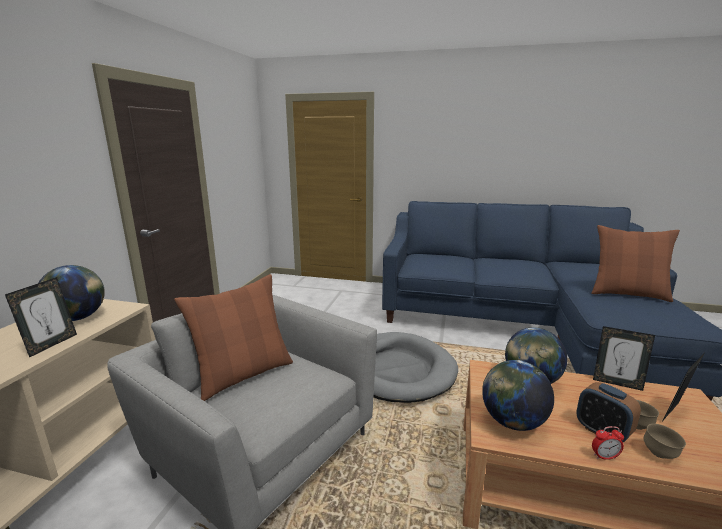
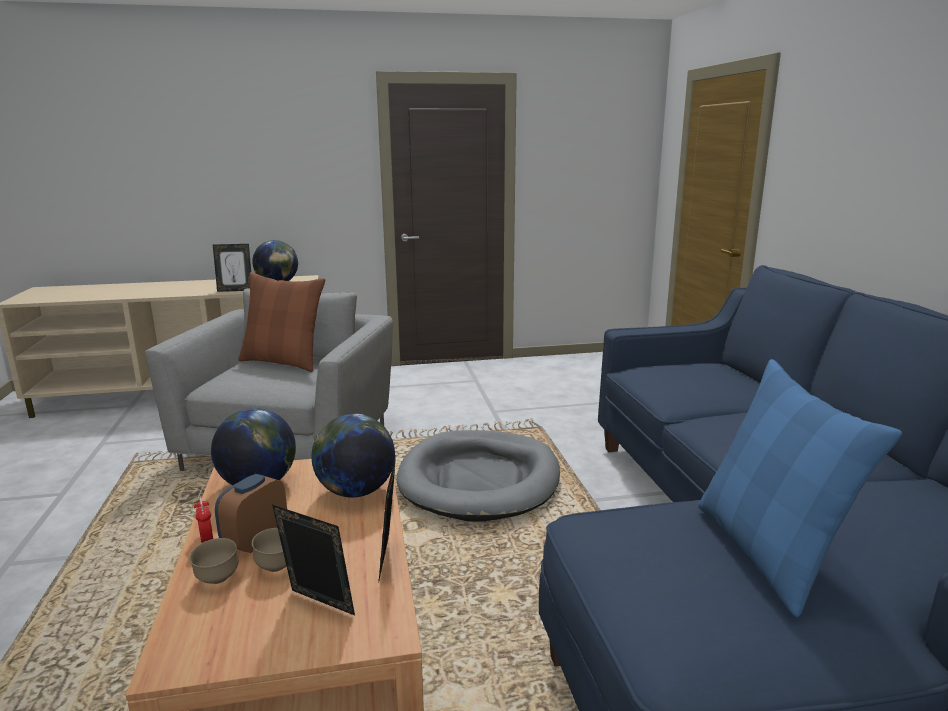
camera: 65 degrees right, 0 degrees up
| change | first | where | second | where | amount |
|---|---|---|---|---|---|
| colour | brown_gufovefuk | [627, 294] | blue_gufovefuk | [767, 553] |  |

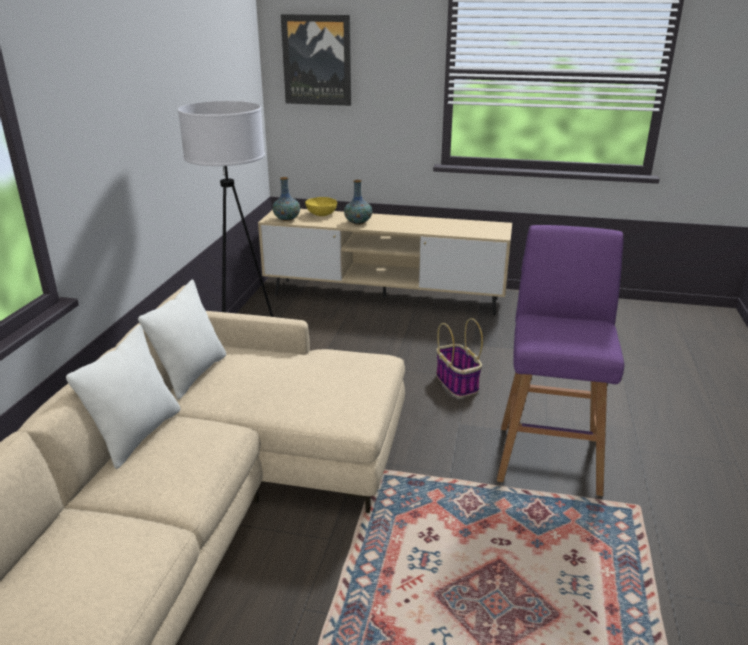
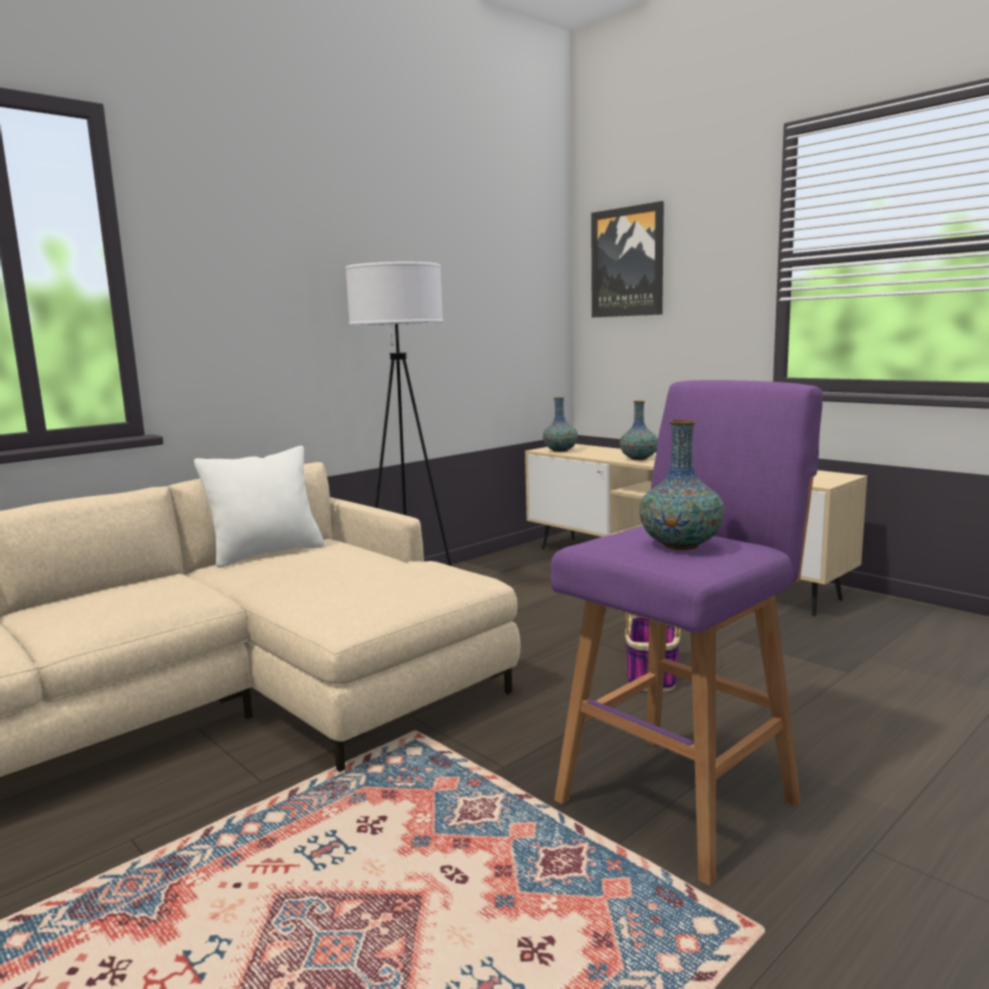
camera: 35 degrees right, 15 degrees down
| change | first | where | second | where | amount |
|---|---|---|---|---|---|
| missing | white_gufovefuk | [137, 435] |  |  |  |
| missing | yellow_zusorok | [321, 214] |  |  |  |
| appeared |  |  | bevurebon | [680, 545] |  |

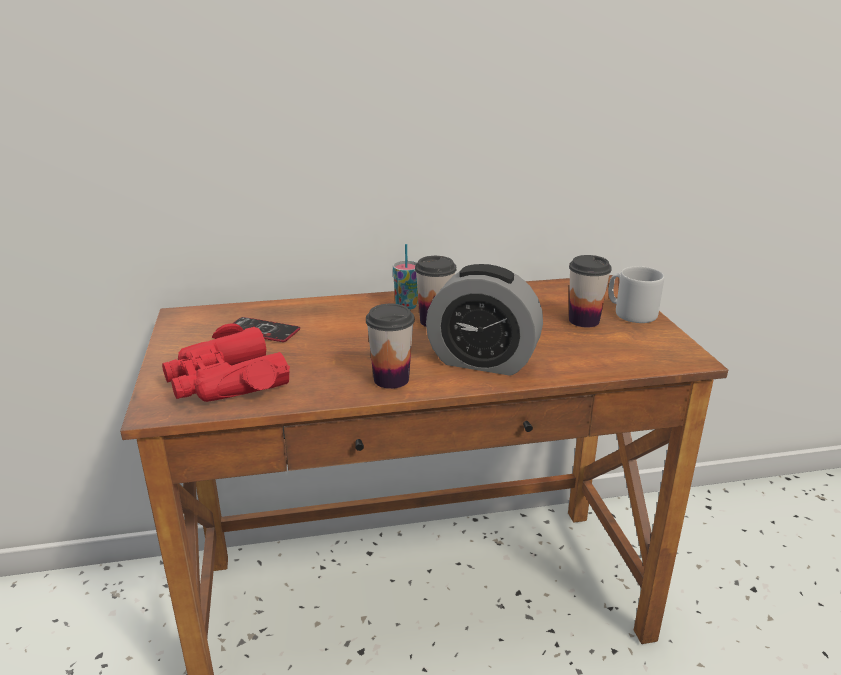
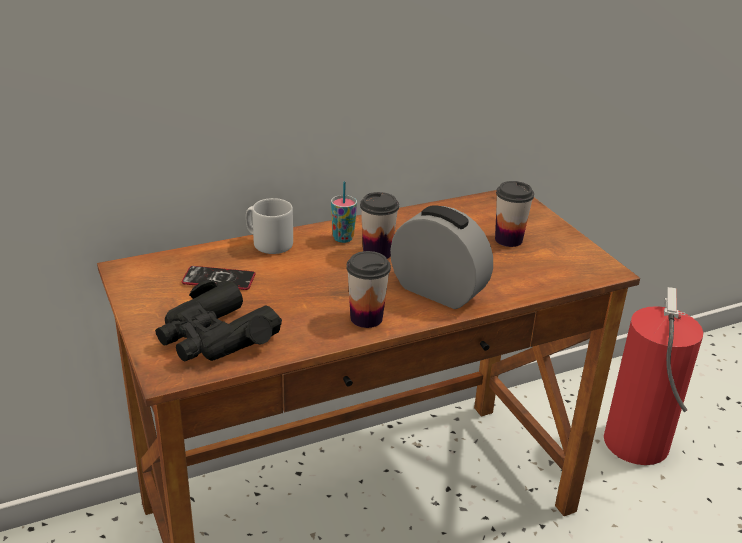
camera: 15 degrees left, 5 degrees up
| change | first | where | second | where | amount |
|---|---|---|---|---|---|
| appeared |  |  | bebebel | [636, 444] |  |
| relocated | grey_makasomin | [630, 313] |  | [268, 243] |  |
| colour | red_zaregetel | [226, 381] | black_zaregetel | [215, 337] |  |
| spun | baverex | [482, 361] |  | [438, 291] | 150 degrees counterclockwise |

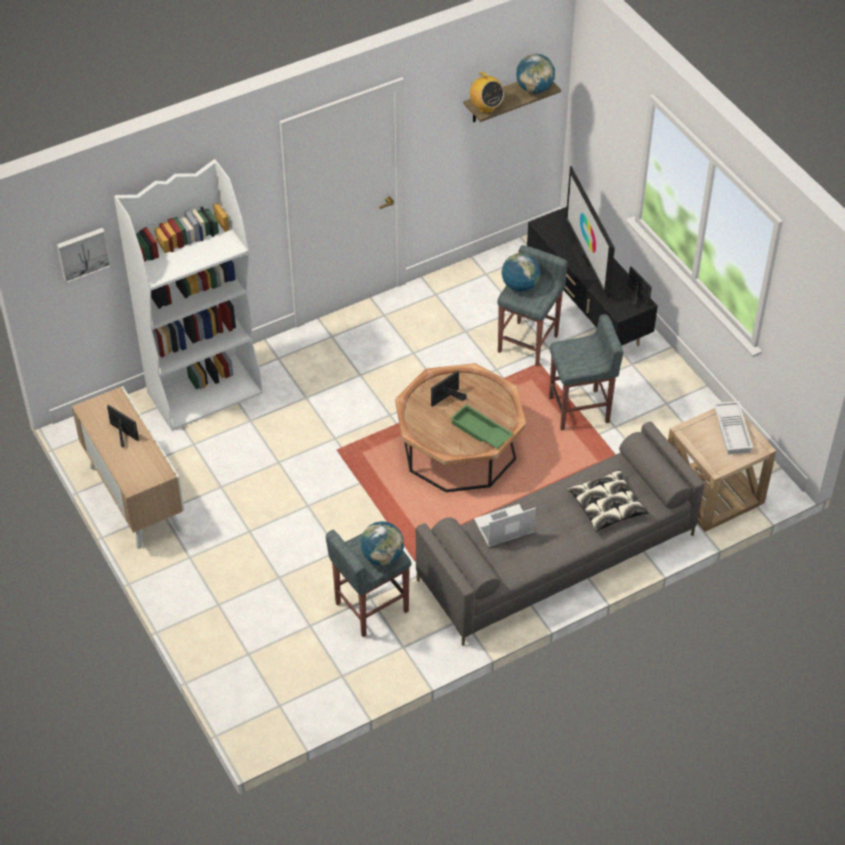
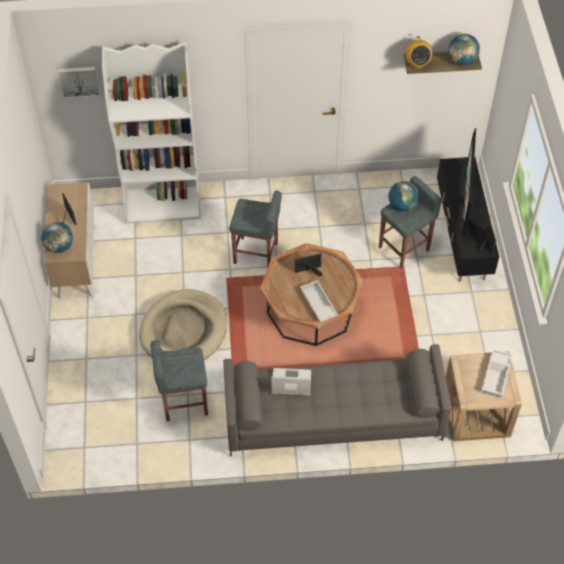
camera: 25 degrees right, 5 degrees up
| change | first | where | second | where | amount |
|---|---|---|---|---|---|
| missing | gufovefuk | [607, 506] |  |  |  |
| appeared |  |  | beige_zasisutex | [184, 330] |  |
| relocated | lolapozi | [382, 556] |  | [59, 247] |  |
| relocated | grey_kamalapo | [580, 410] |  | [256, 254] |  |
| colour | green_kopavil | [480, 431] | white_kopavil | [317, 304] |  |

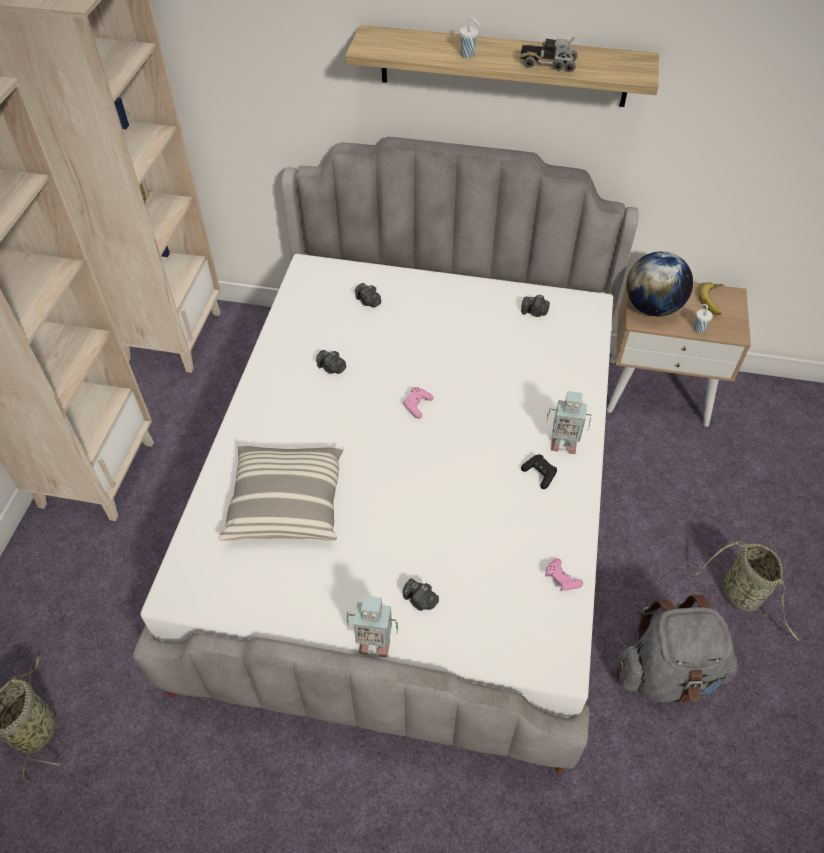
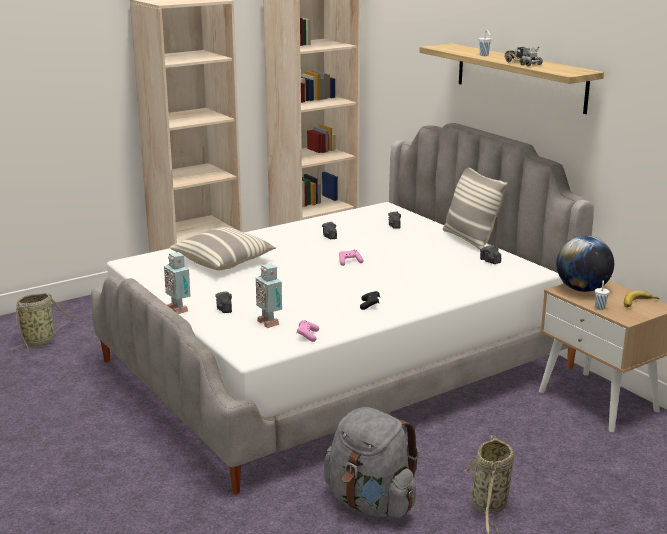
camera: 45 degrees right, 30 degrees down
| change | first | where | second | where | amount |
|---|---|---|---|---|---|
| appeared |  |  | gufovefuk | [470, 240] |  |
| relocated | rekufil | [562, 444] |  | [269, 322] |  |

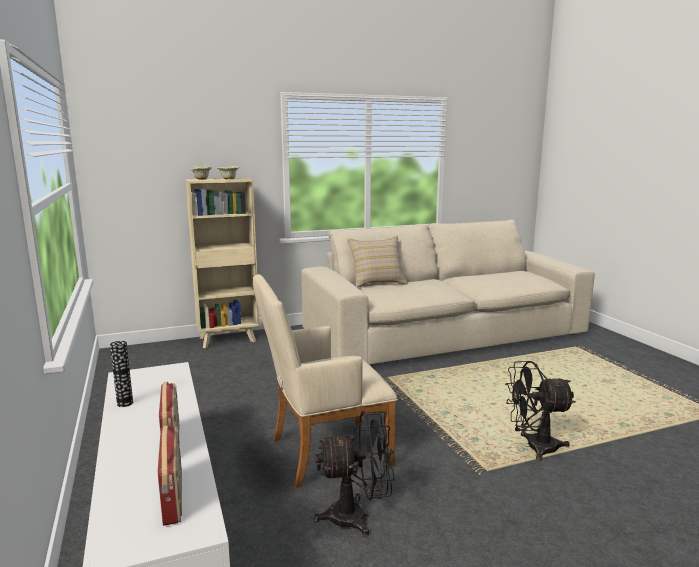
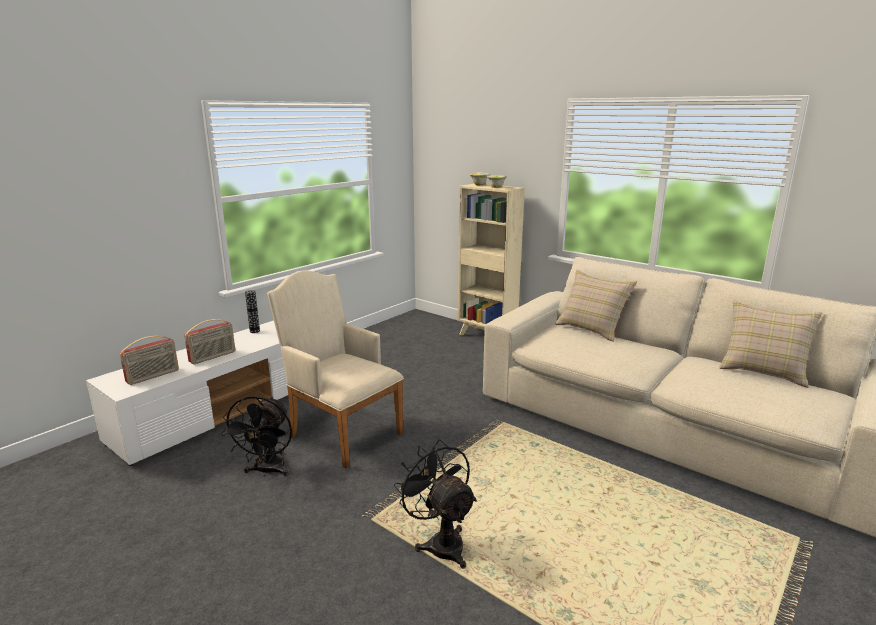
camera: 60 degrees right, 5 degrees up
| change | first | where | second | where | amount |
|---|---|---|---|---|---|
| appeared |  |  | beige_gufovefuk | [763, 370] |  |
| spun | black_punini | [357, 517] |  | [267, 471] | 45 degrees clockwise |

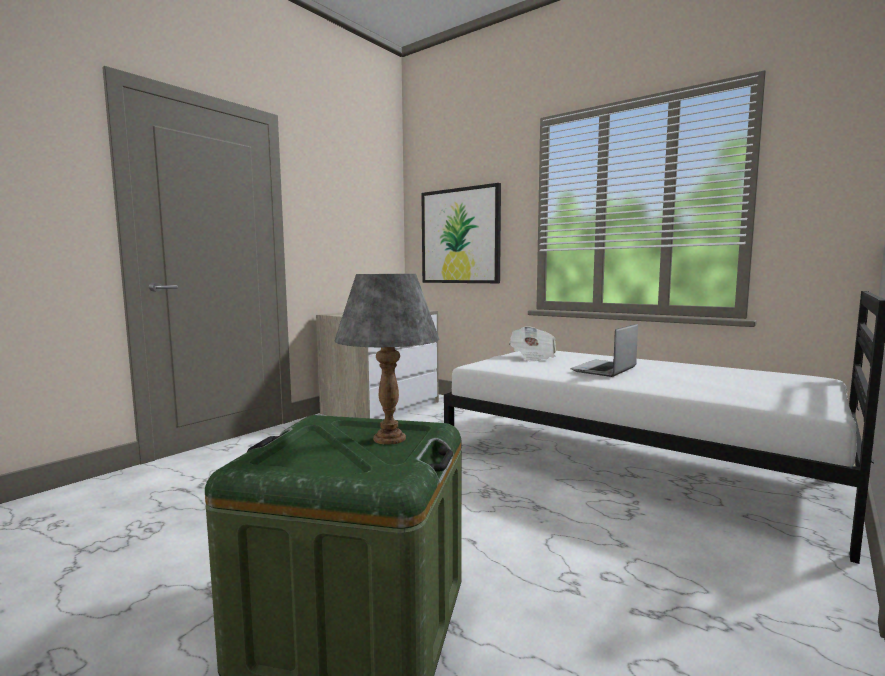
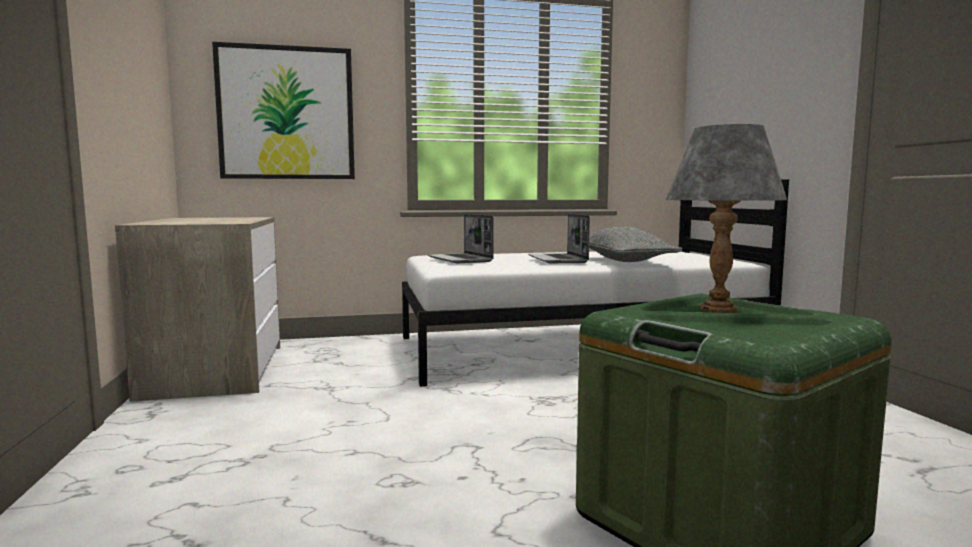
camera: 50 degrees left, 0 degrees up
| change | first | where | second | where | amount |
|---|---|---|---|---|---|
| appeared |  |  | grey_gufovefuk | [623, 260] |  |
| exchanged | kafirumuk | [532, 357] | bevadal | [461, 260] |  |

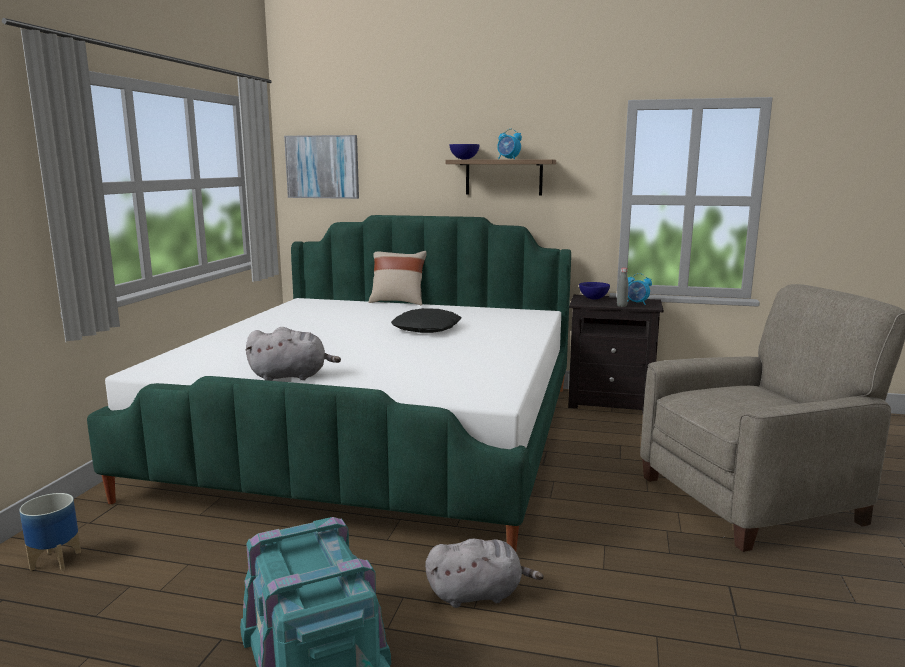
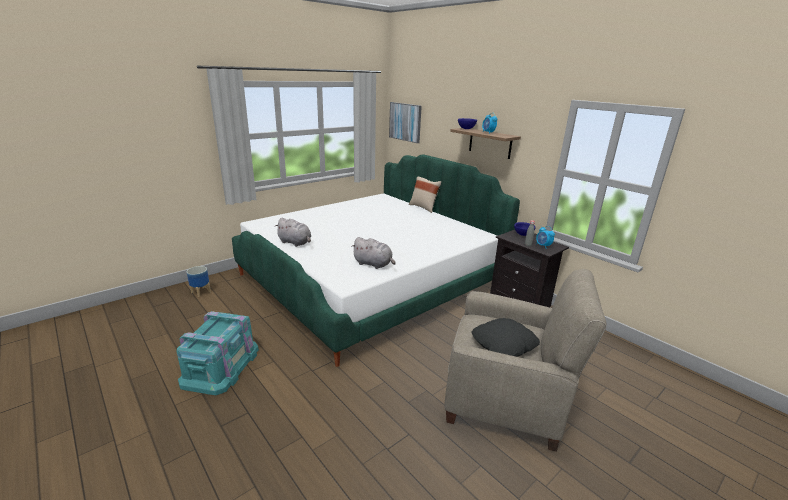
camera: 35 degrees right, 10 degrees up
| change | first | where | second | where | amount |
|---|---|---|---|---|---|
| relocated | black_gufovefuk | [427, 329] |  | [504, 343] |  |
| relocated | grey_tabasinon | [478, 594] |  | [374, 264] |  |

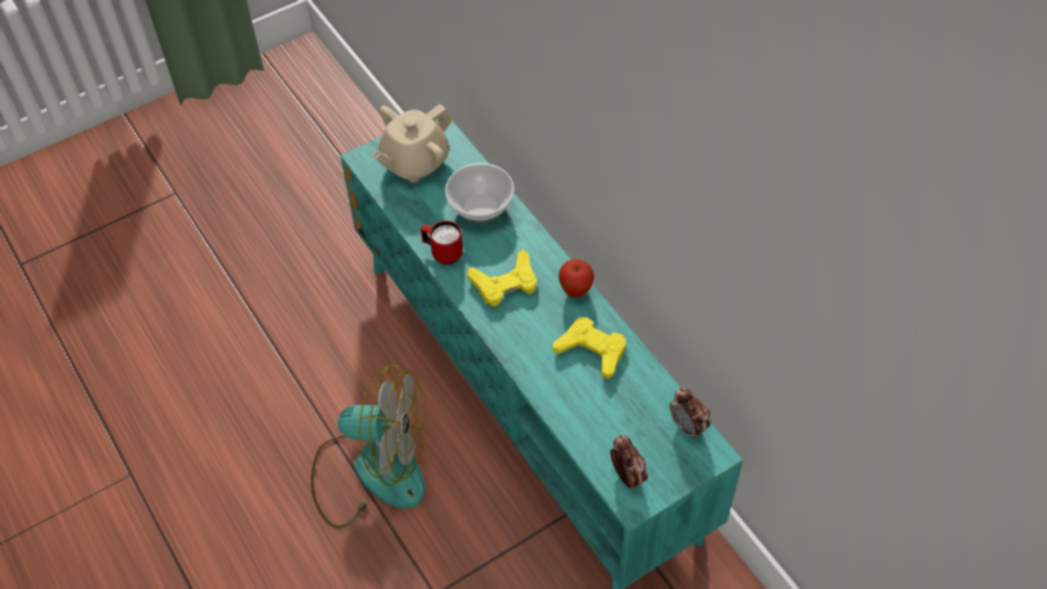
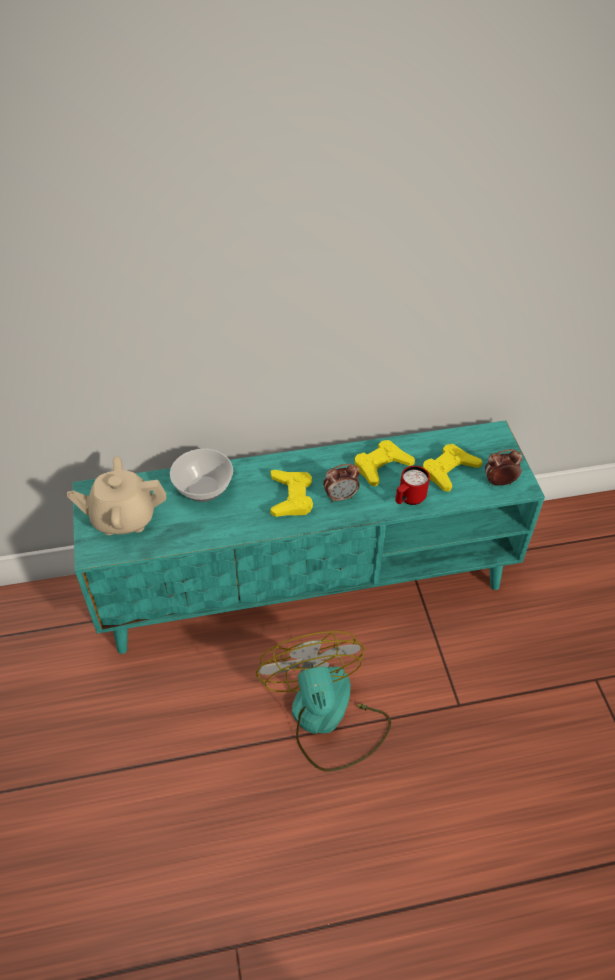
camera: 70 degrees left, 5 degrees down
| change | first | where | second | where | amount |
|---|---|---|---|---|---|
| missing | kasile | [575, 291] |  |  |  |
| appeared |  |  | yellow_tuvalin | [449, 470] |  |
| relocated | red_makasomin | [442, 253] |  | [408, 499] |  |
| relocated | baverex | [688, 426] |  | [341, 496] |  |
| spun | punini | [371, 470] |  | [327, 717] | 45 degrees counterclockwise |
| spun | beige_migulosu | [414, 162] |  | [123, 518] | 105 degrees clockwise |

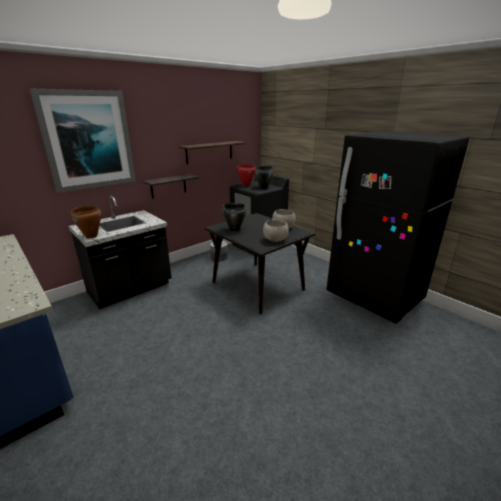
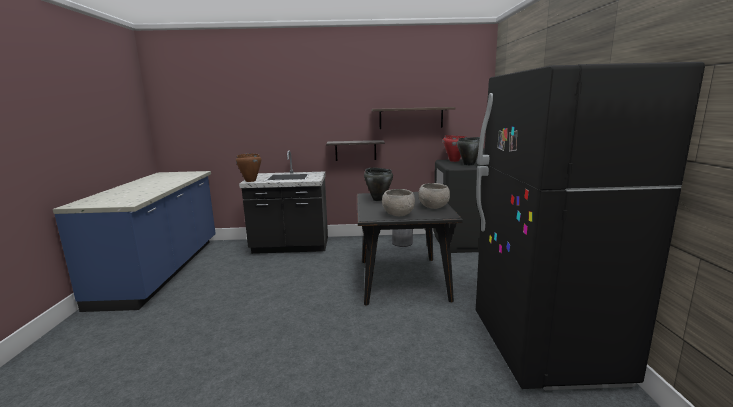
camera: 40 degrees right, 10 degrees down
| change | first | where | second | where | amount |
|---|---|---|---|---|---|
| missing | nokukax | [88, 140] |  |  |  |

